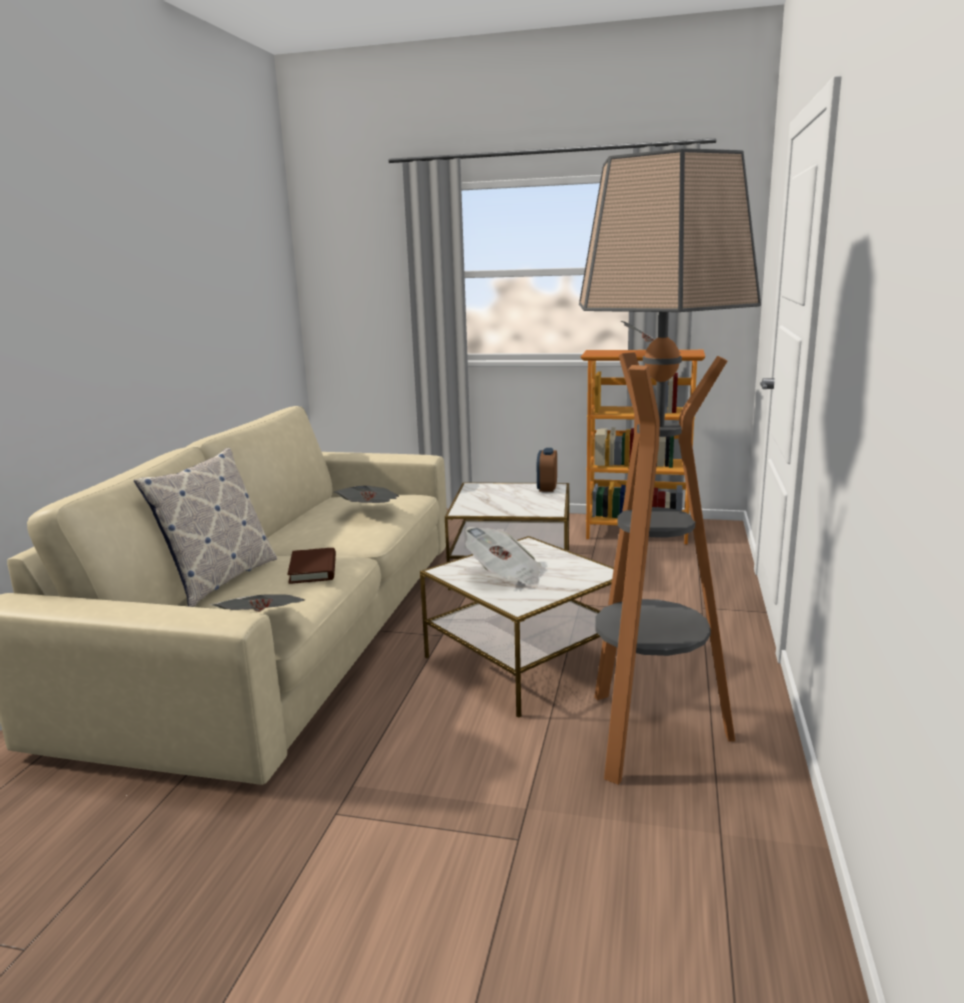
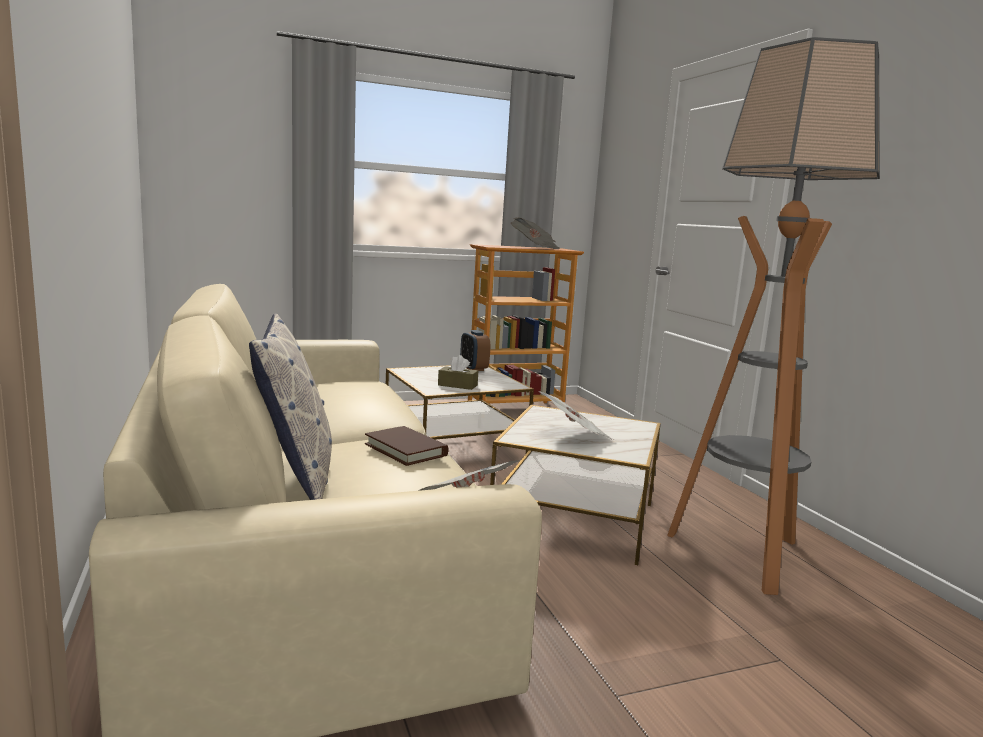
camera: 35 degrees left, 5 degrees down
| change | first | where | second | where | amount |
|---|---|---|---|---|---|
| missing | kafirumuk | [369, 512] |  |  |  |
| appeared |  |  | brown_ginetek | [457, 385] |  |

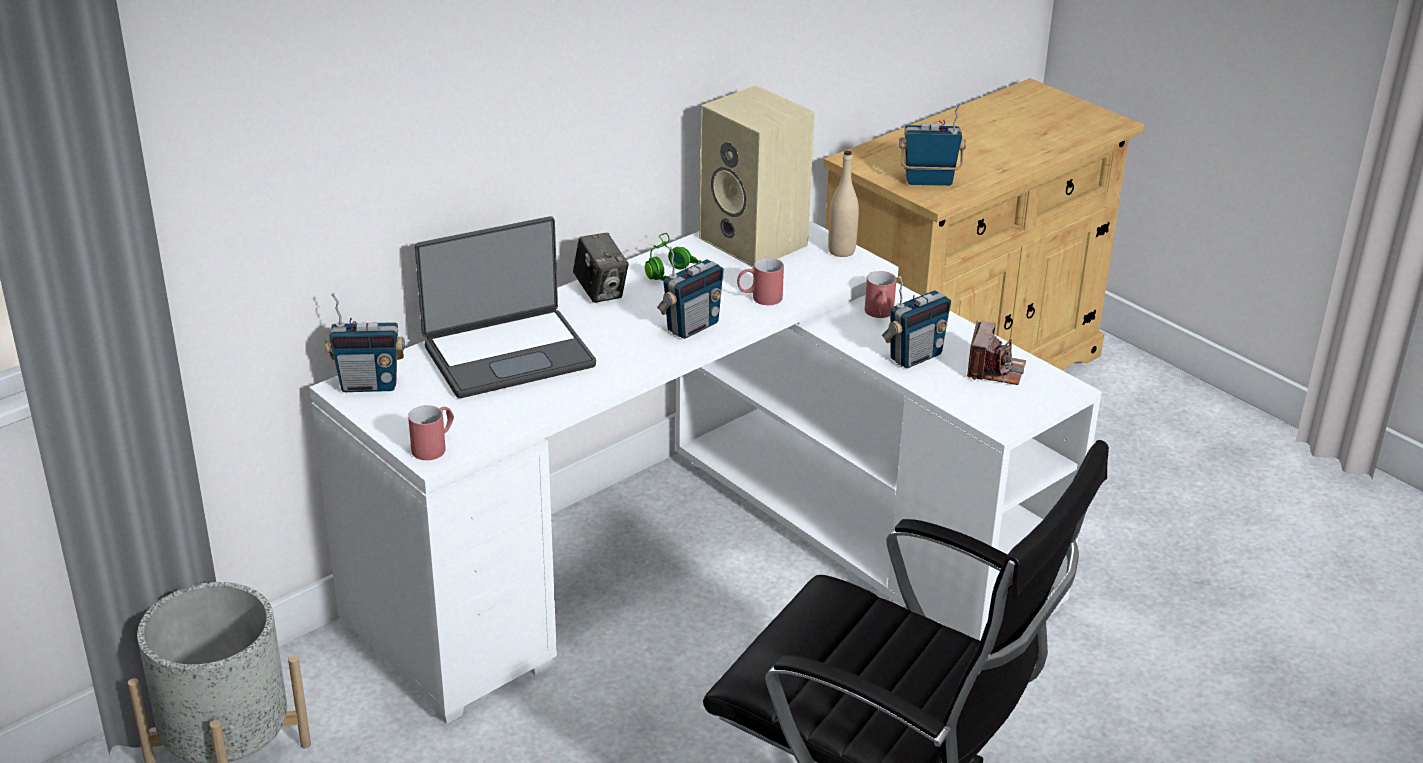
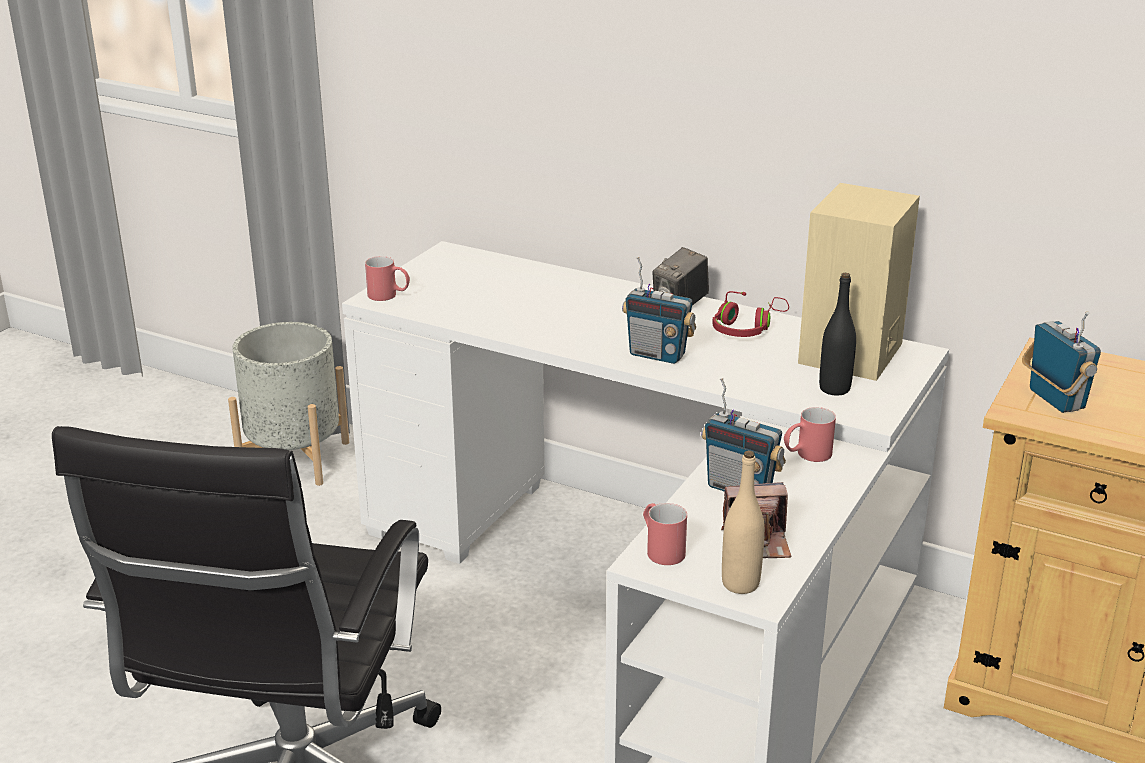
camera: 70 degrees right, 5 degrees down
| change | first | where | second | where | amount |
|---|---|---|---|---|---|
| missing | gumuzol | [369, 385] |  |  |  |
| missing | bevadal | [508, 354] |  |  |  |
| appeared |  |  | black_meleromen | [834, 389] |  |
| relocated | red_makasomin | [759, 298] |  | [661, 549] |  |
| relocated | beige_meleromen | [841, 251] |  | [740, 584] |  |
| colour | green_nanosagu | [671, 272] | red_nanosagu | [747, 328] |  |

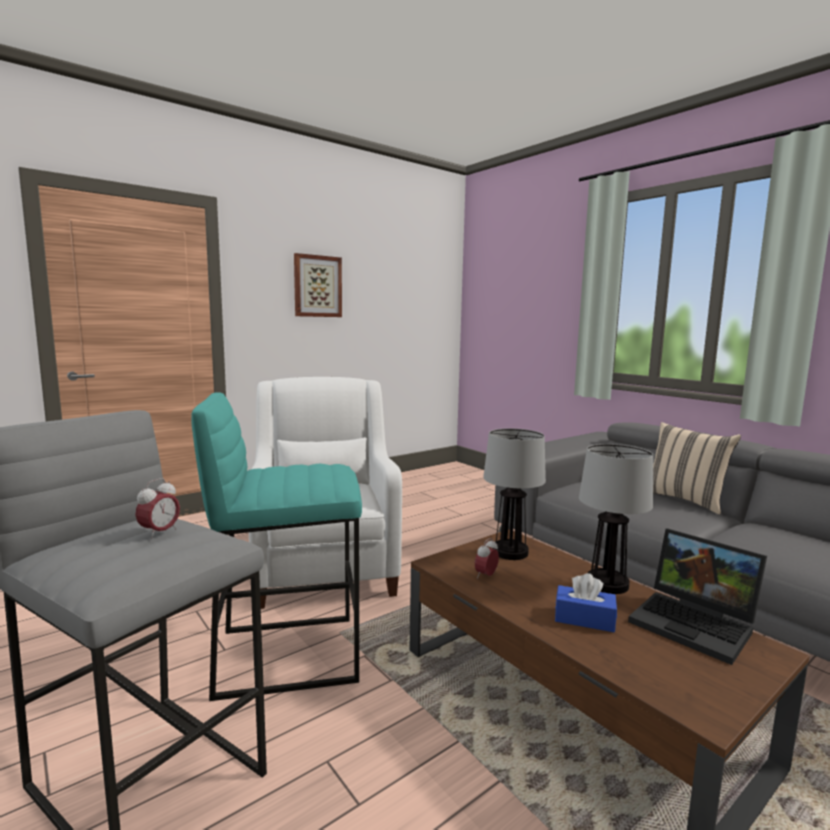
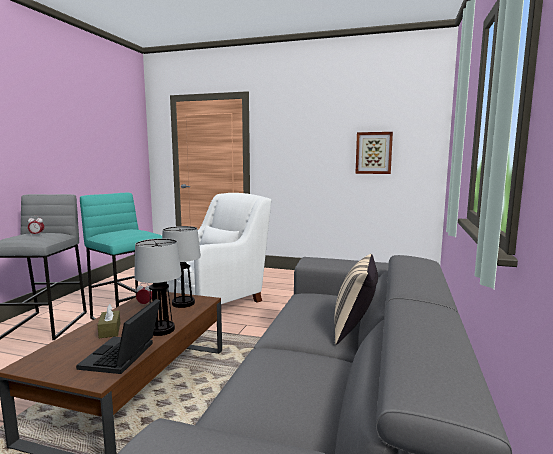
camera: 55 degrees right, 0 degrees up
| change | first | where | second | where | amount |
|---|---|---|---|---|---|
| relocated | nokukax | [317, 286] |  | [373, 153] |  |
| colour | blue_ginetek | [584, 619] | brown_ginetek | [110, 330] |  |

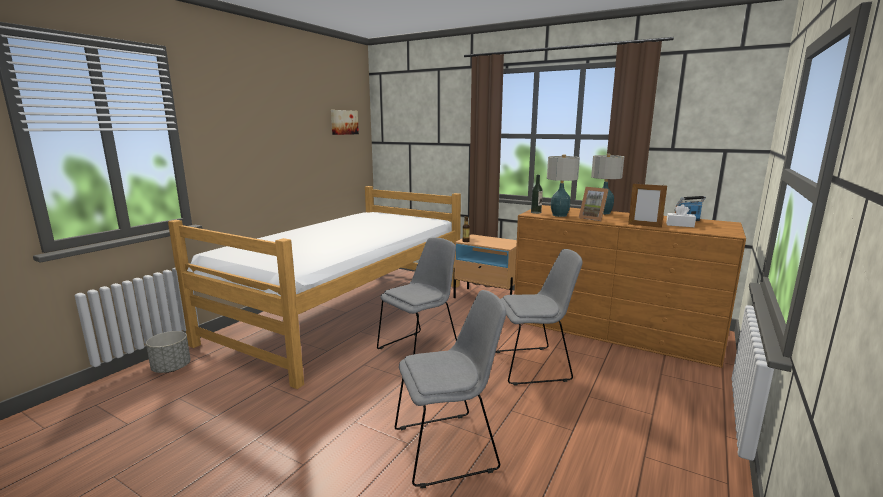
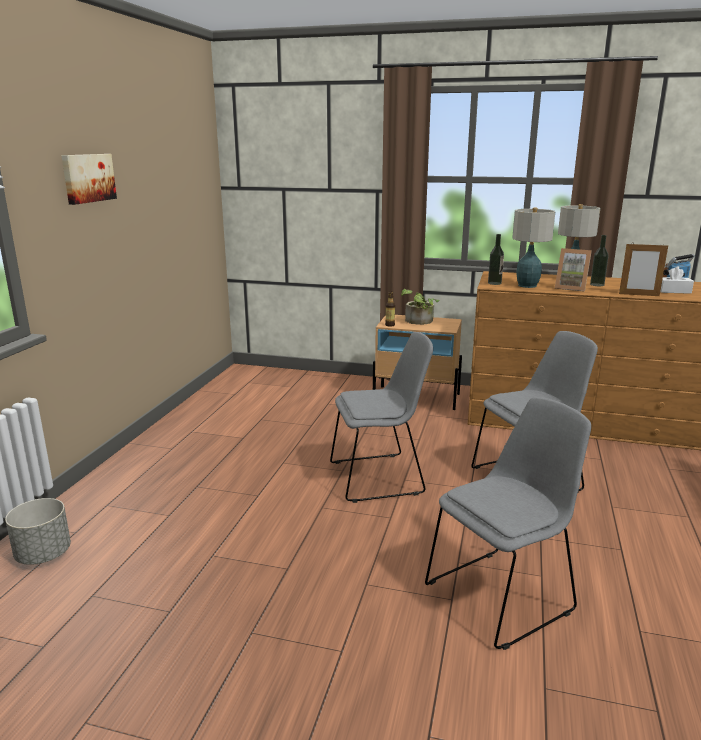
camera: 15 degrees left, 5 degrees up
| change | first | where | second | where | amount |
|---|---|---|---|---|---|
| missing | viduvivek | [346, 311] |  |  |  |
| appeared |  |  | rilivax | [418, 322] |  |
| appeared |  |  | meleromen | [597, 285] |  |
| relocated | nokukax | [343, 122] |  | [88, 178] |  |
| spun | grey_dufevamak | [420, 349] |  | [380, 477] | 45 degrees clockwise |

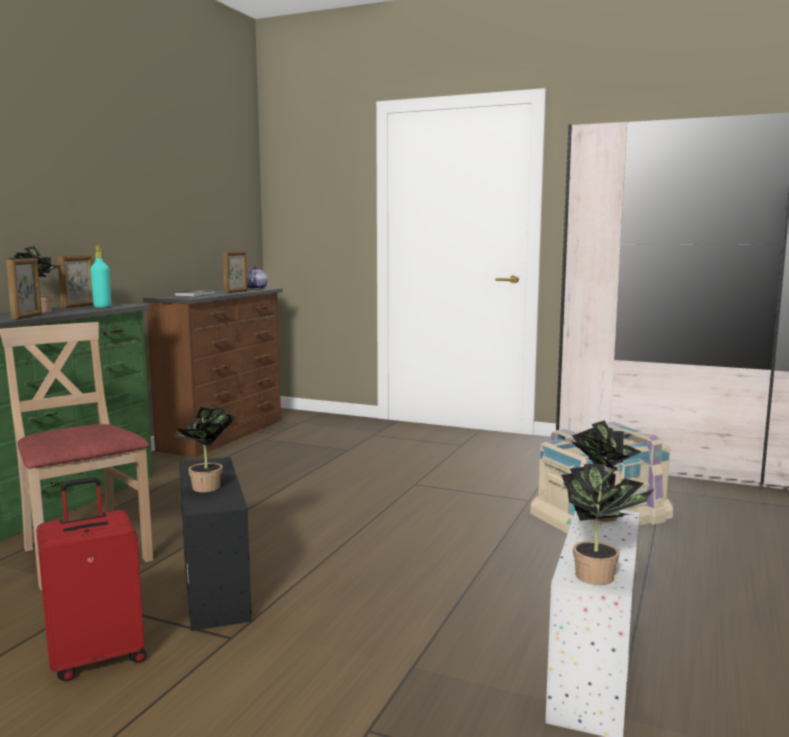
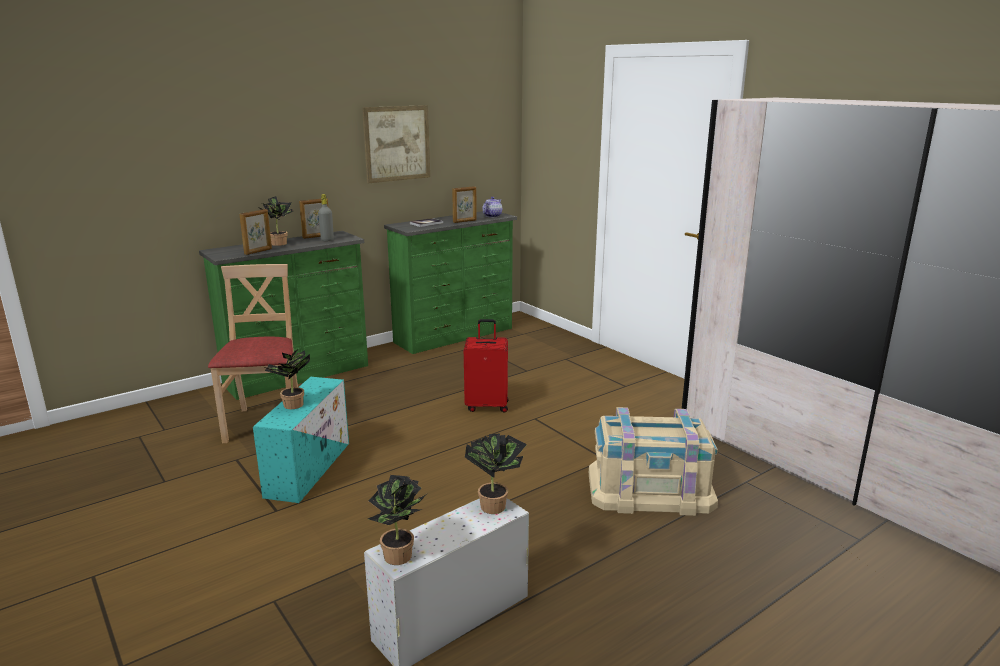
camera: 30 degrees right, 10 degrees up
| change | first | where | second | where | amount |
|---|---|---|---|---|---|
| appeared |  |  | nokukax | [397, 143] |  |
| relocated | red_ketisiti | [97, 657] |  | [487, 405] |  |
| colour | turquoise_meleromen | [102, 307] | grey_meleromen | [327, 240] |  |
| colour | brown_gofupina | [225, 434] | green_gofupina | [455, 335] |  |
| colour | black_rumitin | [214, 584] | turquoise_rumitin | [309, 468] |  |

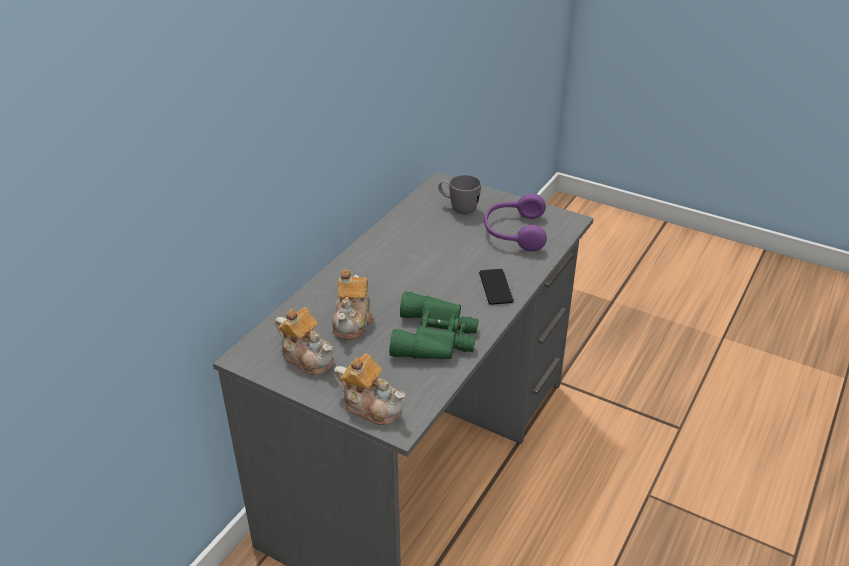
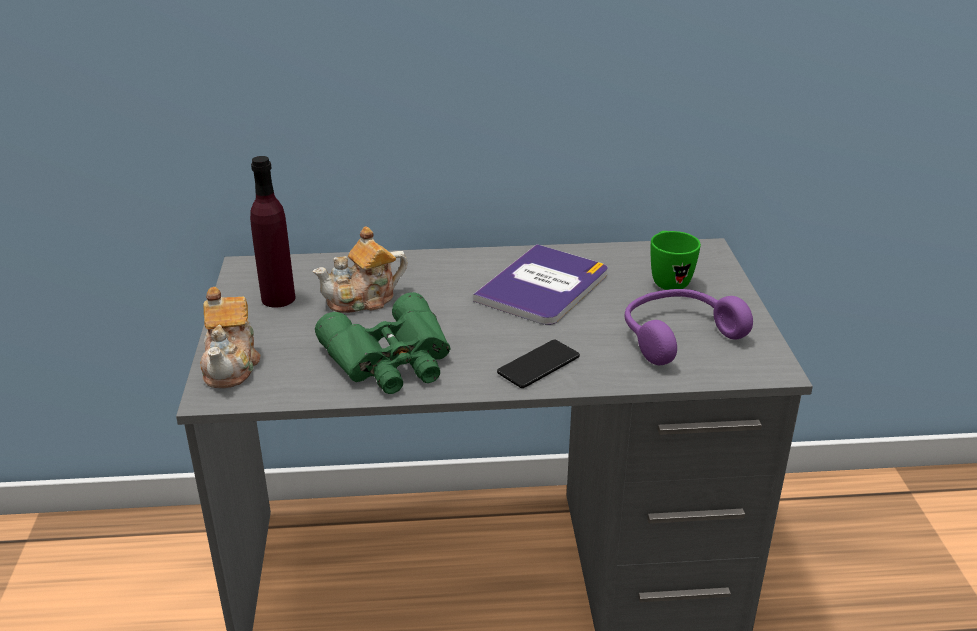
camera: 55 degrees right, 5 degrees down
| change | first | where | second | where | amount |
|---|---|---|---|---|---|
| appeared |  |  | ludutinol | [543, 286] |  |
| exchanged | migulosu | [308, 357] | purple_meleromen | [278, 298] |  |
| colour | grey_makasomin | [458, 209] | green_makasomin | [667, 280] |  |

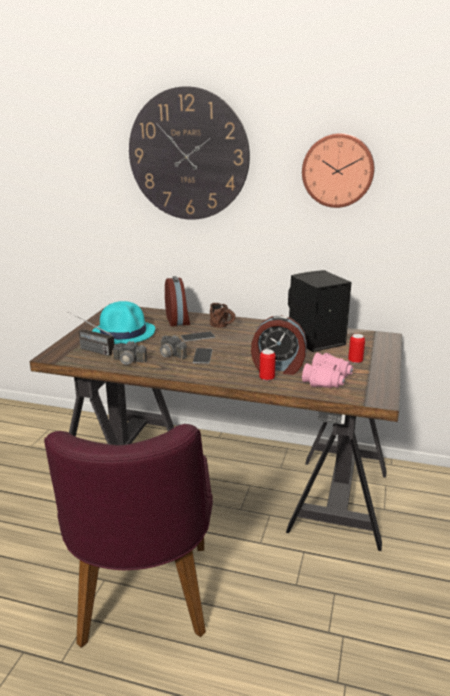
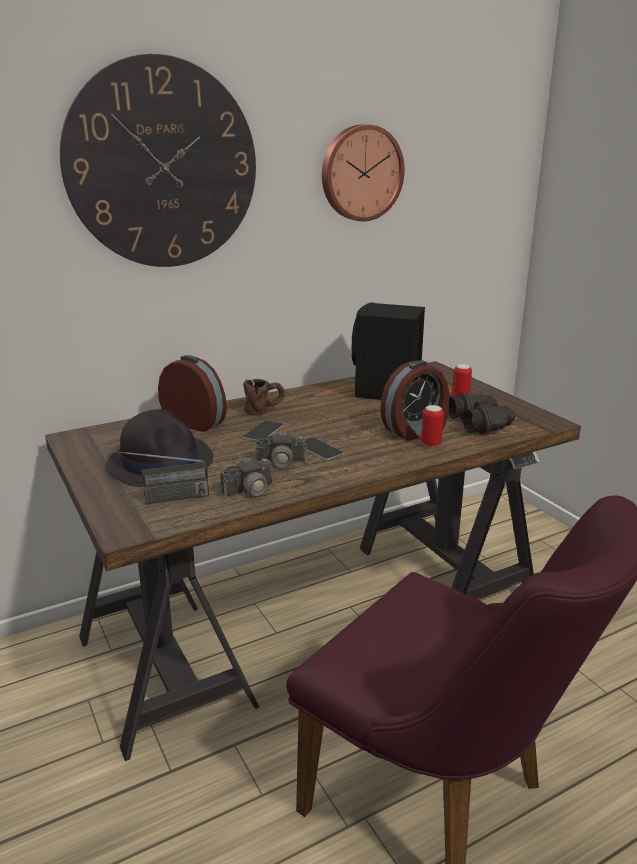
camera: 45 degrees left, 0 degrees up
| change | first | where | second | where | amount |
|---|---|---|---|---|---|
| colour | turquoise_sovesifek | [124, 333] | black_sovesifek | [160, 462] |  |
| colour | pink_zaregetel | [328, 380] | black_zaregetel | [480, 423] |  |

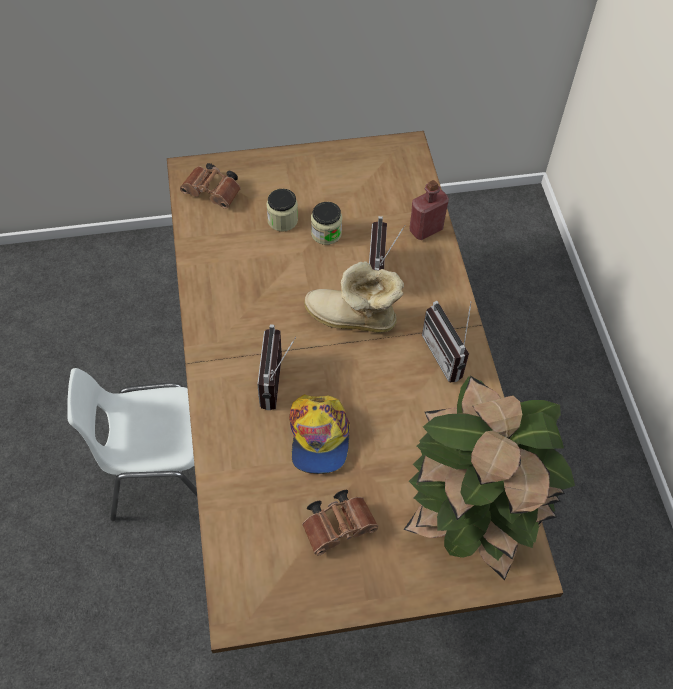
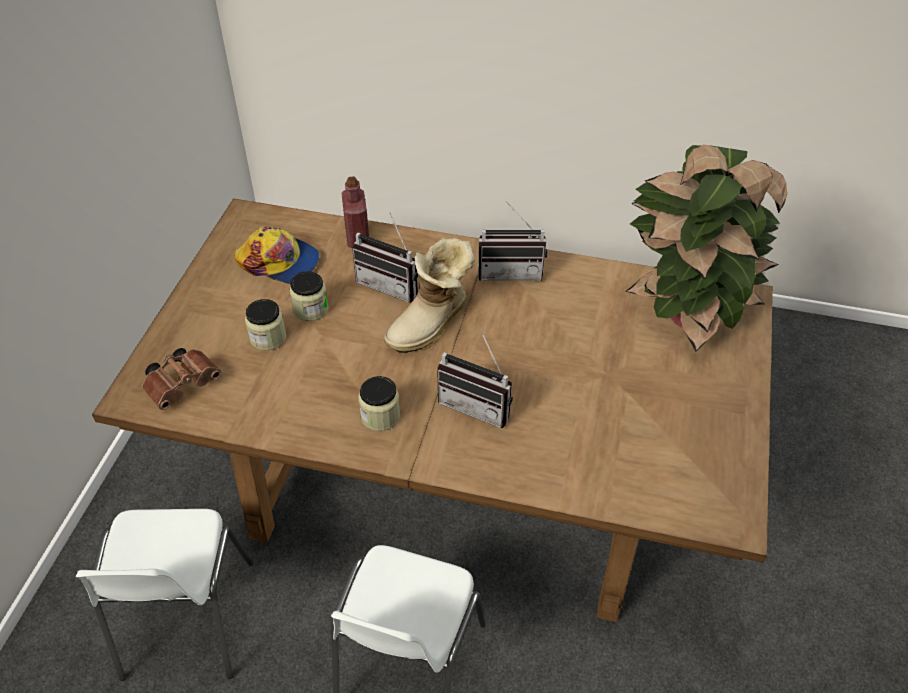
camera: 65 degrees left, 10 degrees down
| change | first | where | second | where | amount |
|---|---|---|---|---|---|
| missing | brown_zaregetel | [340, 526] |  |  |  |
| appeared |  |  | white_dufevamak | [186, 623] |  |
| appeared |  |  | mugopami | [380, 416] |  |
| relocated | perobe | [318, 437] |  | [279, 262] |  |

